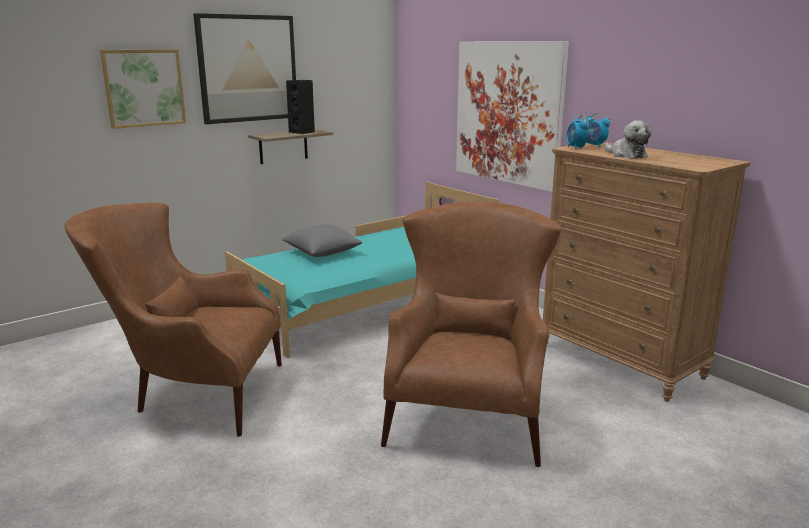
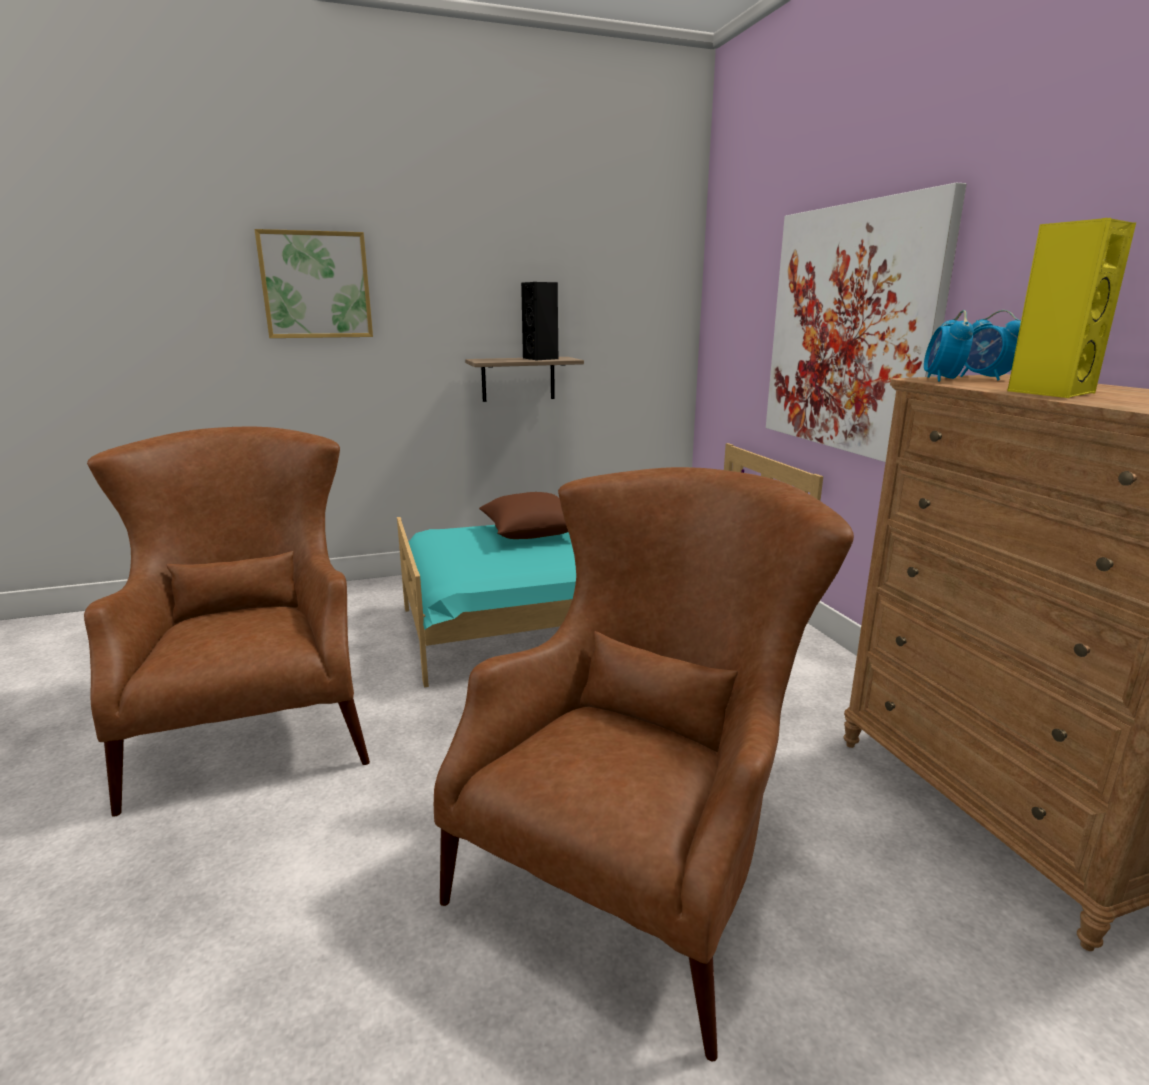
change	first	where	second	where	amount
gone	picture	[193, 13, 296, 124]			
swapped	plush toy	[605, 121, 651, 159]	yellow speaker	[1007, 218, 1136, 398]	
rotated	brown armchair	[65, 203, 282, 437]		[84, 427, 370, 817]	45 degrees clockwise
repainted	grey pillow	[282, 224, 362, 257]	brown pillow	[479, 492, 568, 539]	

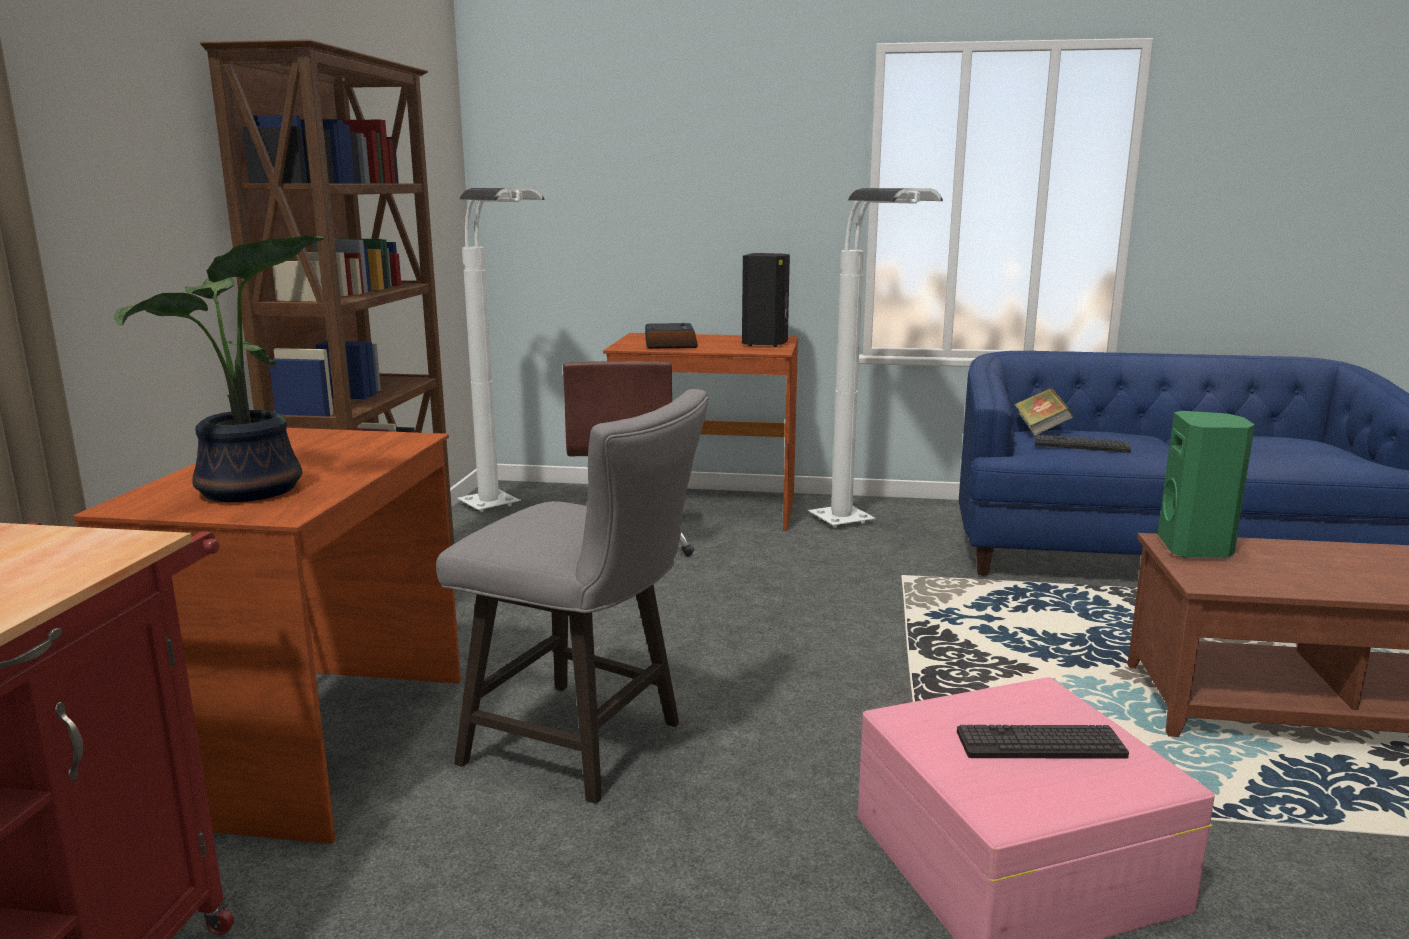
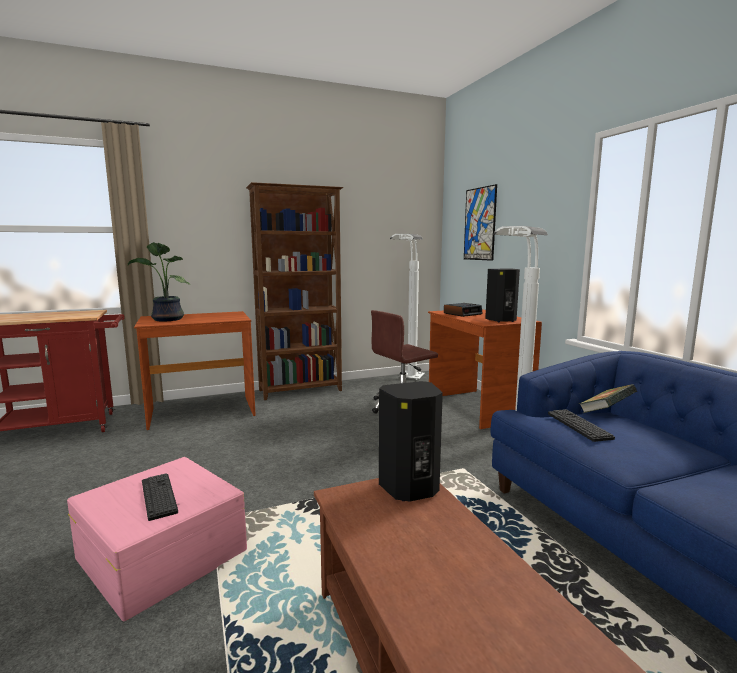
change	first	where	second	where	amount
gone	grey stool	[436, 389, 709, 804]			
repainted	green speaker	[1158, 411, 1255, 558]	black speaker	[379, 381, 443, 502]	
new			picture	[464, 184, 497, 261]	

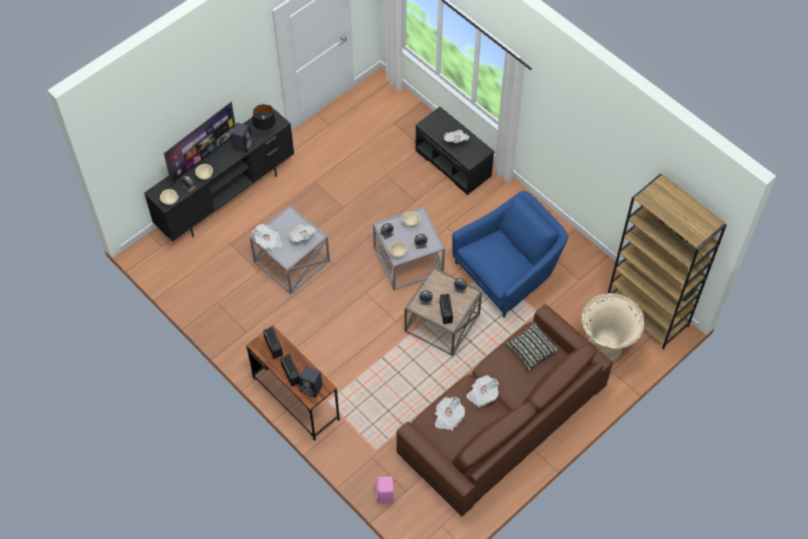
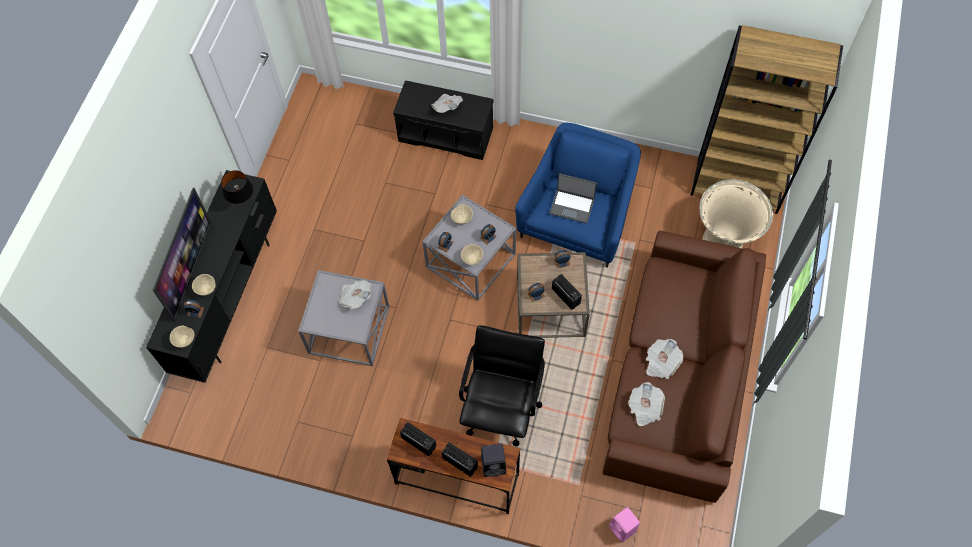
change	first	where	second	where	amount
gone	black speaker	[231, 123, 253, 153]			
gone	newspaper	[252, 224, 283, 249]			
gone	pillow	[505, 321, 560, 371]			
new			laptop	[550, 173, 597, 224]	
new			black office chair	[459, 325, 545, 446]	

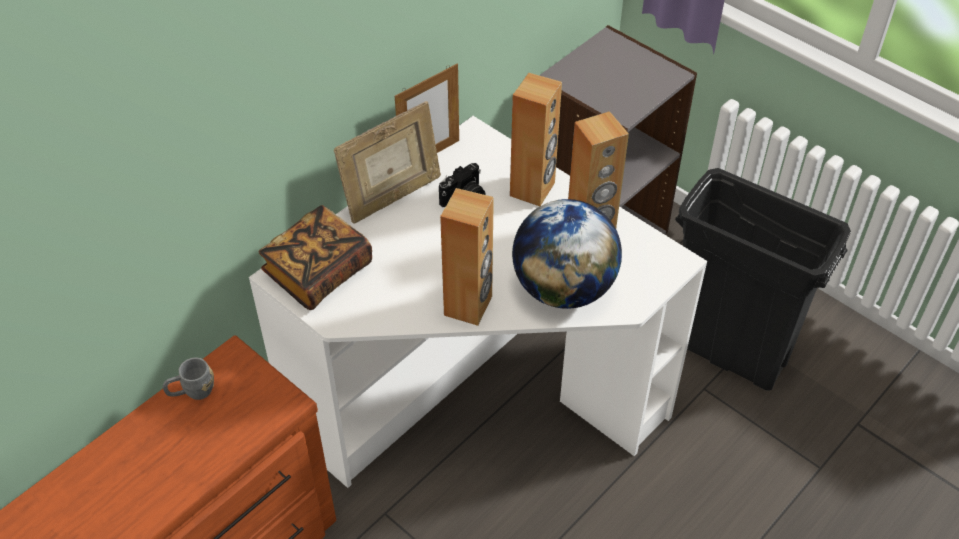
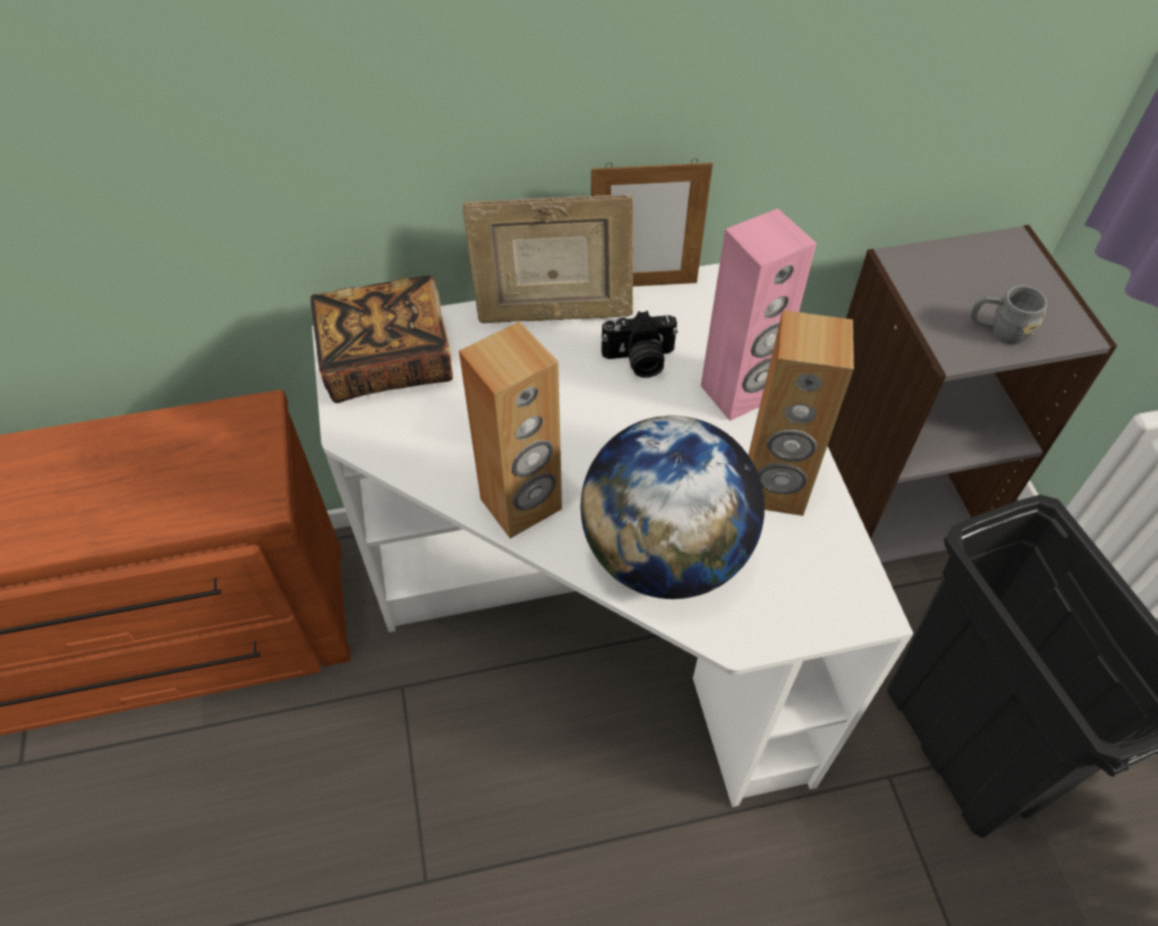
change	first	where	second	where	amount
repainted	brown speaker	[510, 73, 562, 206]	pink speaker	[701, 208, 817, 421]	
shifted	grey mug	[163, 358, 214, 400]		[971, 285, 1047, 345]	

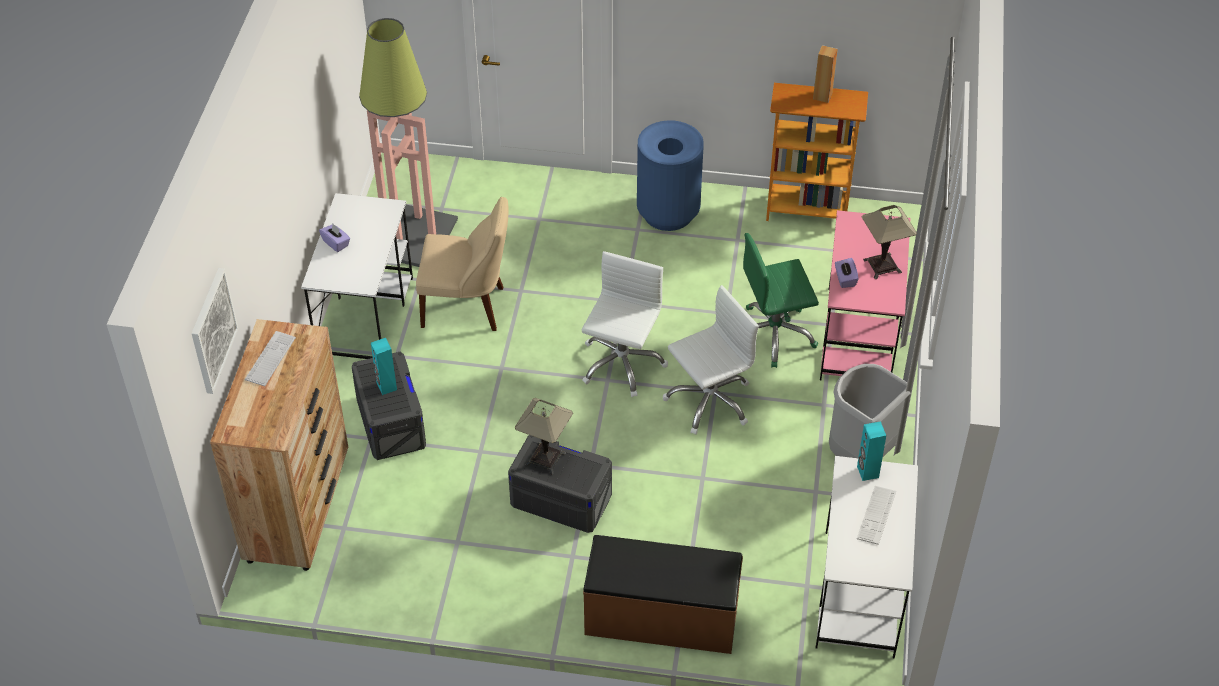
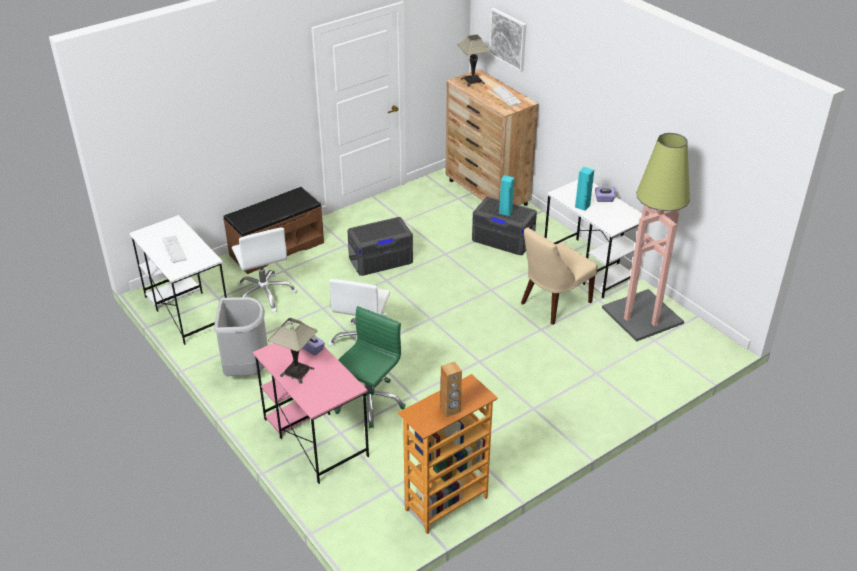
change	first	where	second	where	amount
gone	blue trash can	[637, 120, 704, 231]			
shifted	white office chair	[582, 251, 668, 397]		[232, 227, 297, 313]	
shifted	table lamp	[515, 398, 573, 475]		[457, 34, 491, 87]	
shifted	turquoise speaker	[857, 421, 886, 481]		[575, 167, 594, 211]	

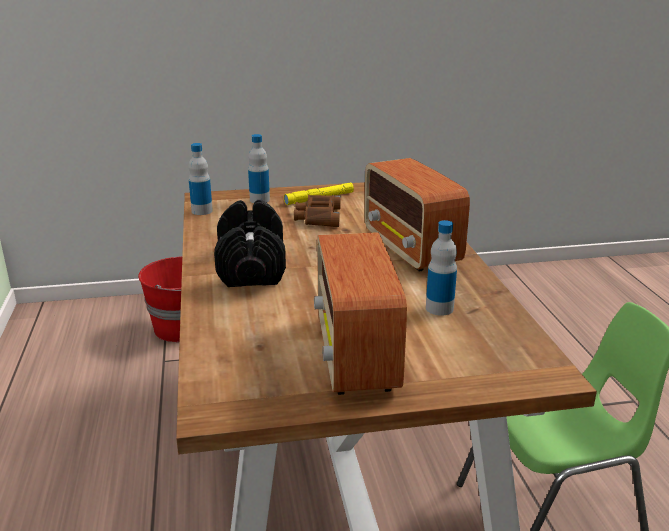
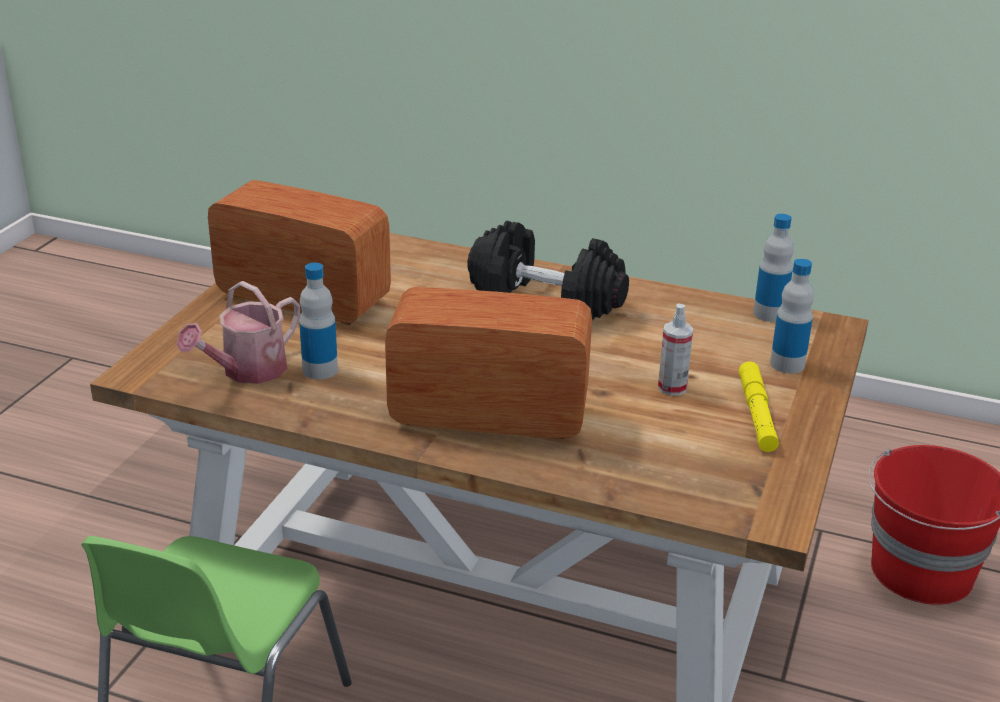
change	first	where	second	where	amount
swapped	brown binoculars	[294, 195, 341, 227]	spray bottle	[658, 303, 693, 396]	
new			watering can	[176, 281, 300, 384]	

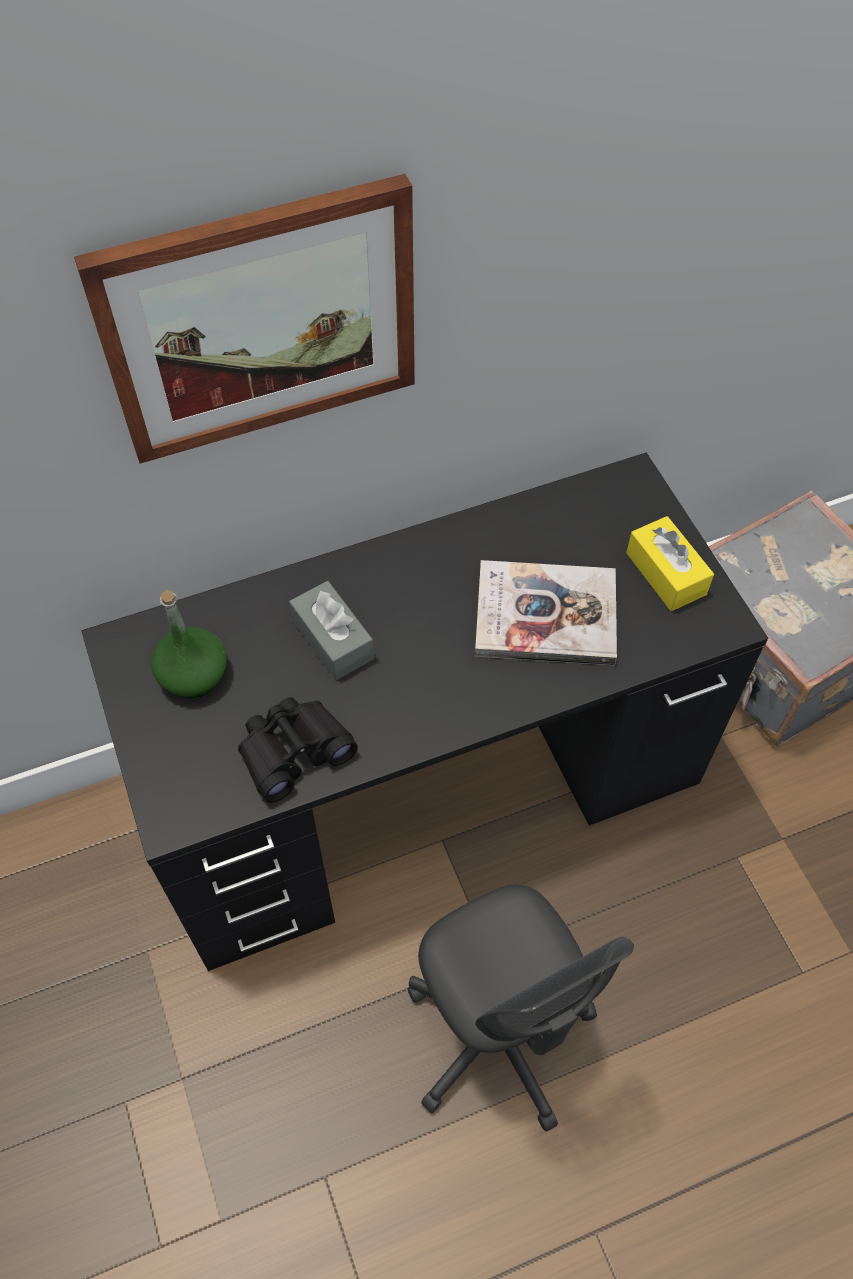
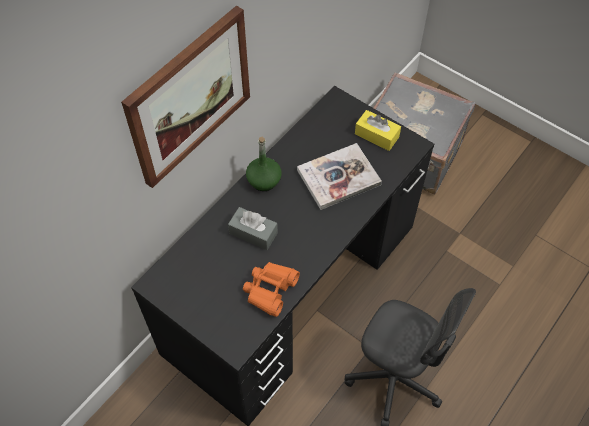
change	first	where	second	where	amount
shifted	green bottle	[151, 590, 227, 698]		[246, 137, 282, 191]	
repainted	black binoculars	[238, 697, 358, 803]	orange binoculars	[243, 262, 300, 317]	

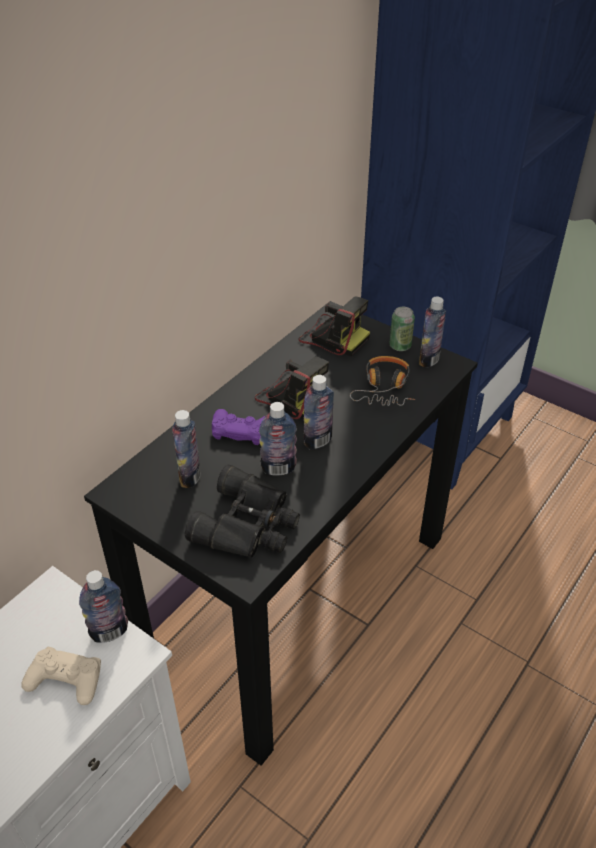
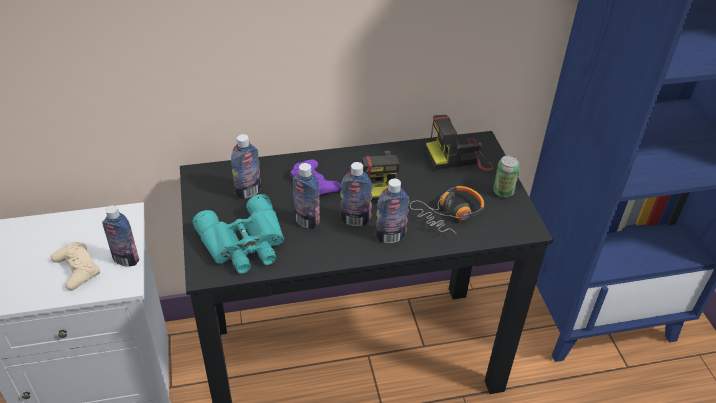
change	first	where	second	where	amount
rotated	photo camera	[298, 296, 370, 357]		[426, 115, 493, 171]	90 degrees clockwise
shifted	bottle	[419, 297, 446, 368]		[375, 179, 409, 243]	
repainted	black binoculars	[185, 465, 300, 558]	turquoise binoculars	[193, 194, 284, 273]	

